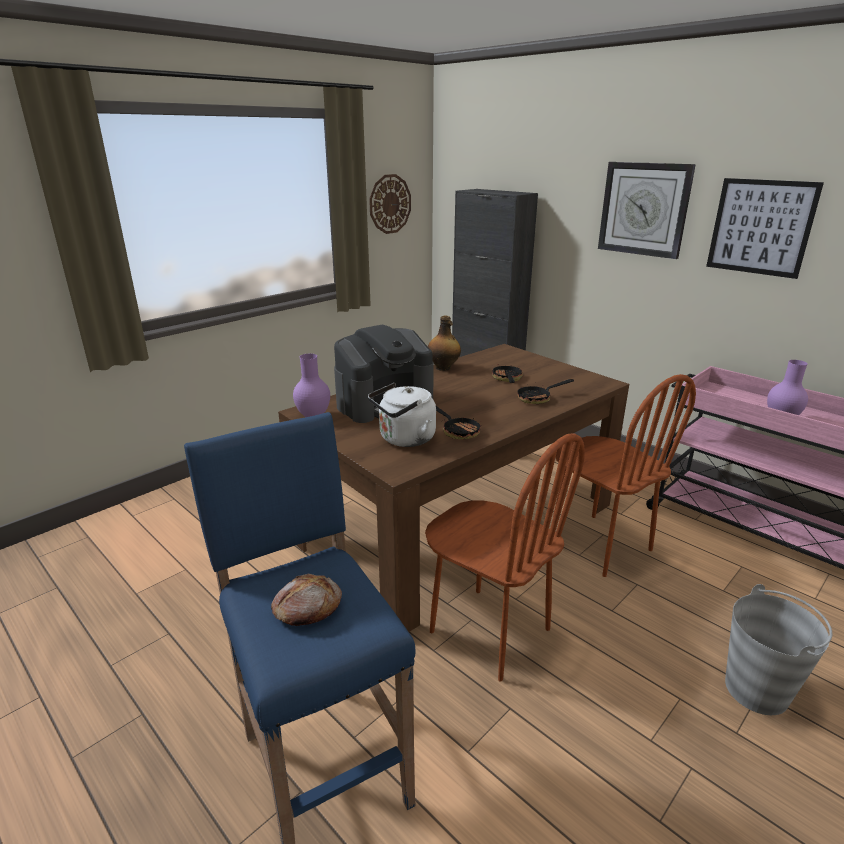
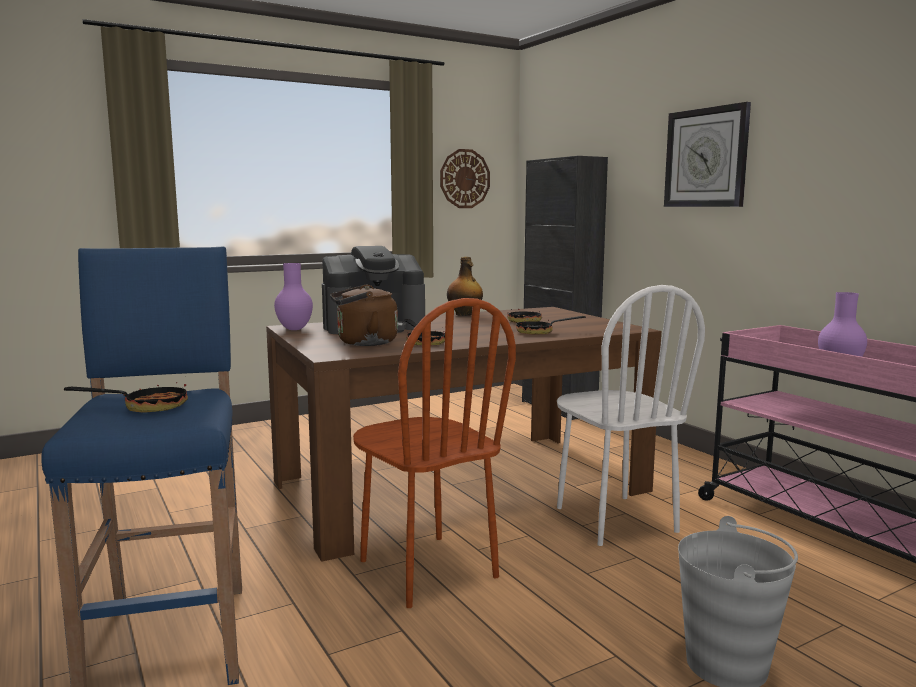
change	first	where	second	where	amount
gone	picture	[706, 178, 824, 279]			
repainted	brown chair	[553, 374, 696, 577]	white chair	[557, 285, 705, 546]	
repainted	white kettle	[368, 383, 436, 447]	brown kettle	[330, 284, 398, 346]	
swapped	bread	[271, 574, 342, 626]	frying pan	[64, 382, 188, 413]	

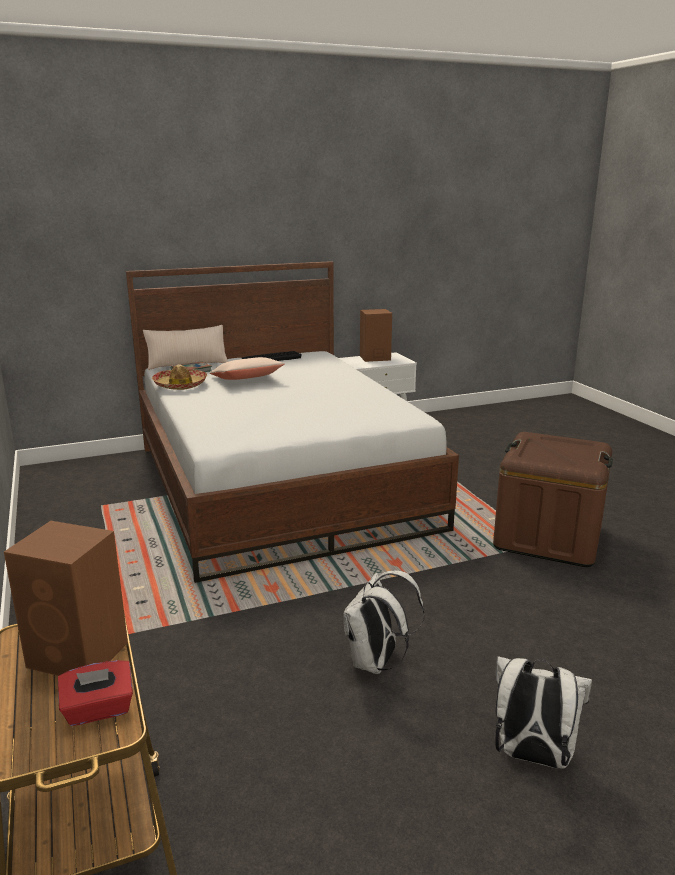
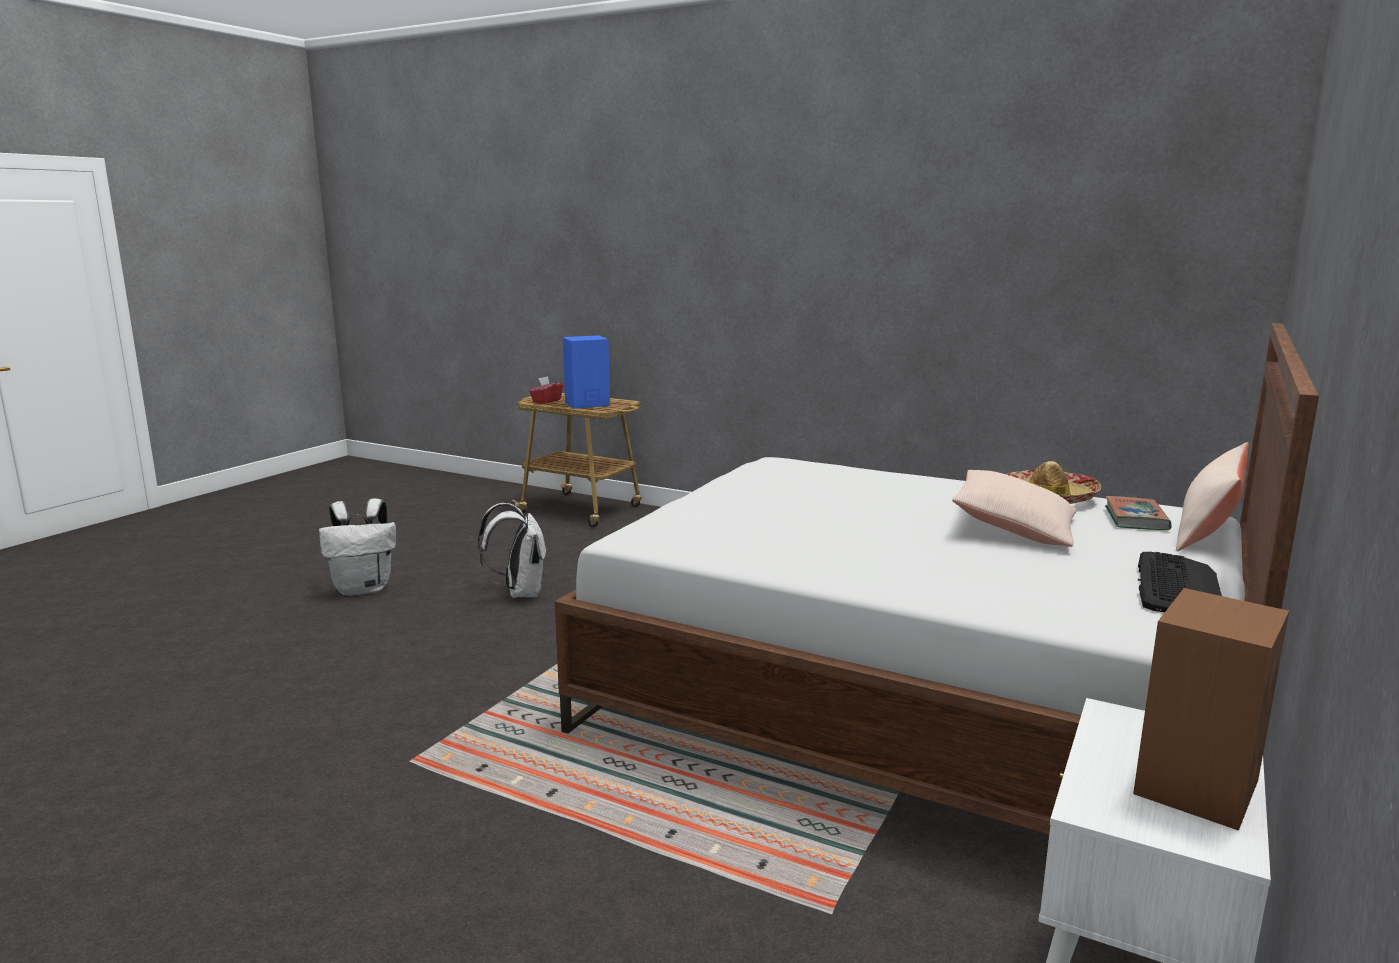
change	first	where	second	where	amount
gone	brown storage box	[493, 432, 613, 567]			
repainted	brown speaker	[4, 521, 128, 676]	blue speaker	[563, 335, 610, 409]	

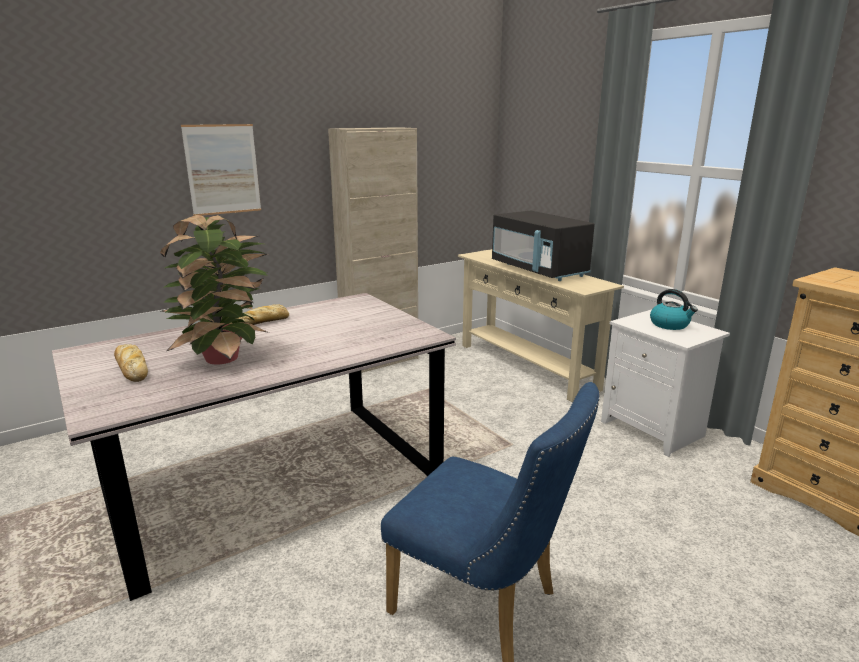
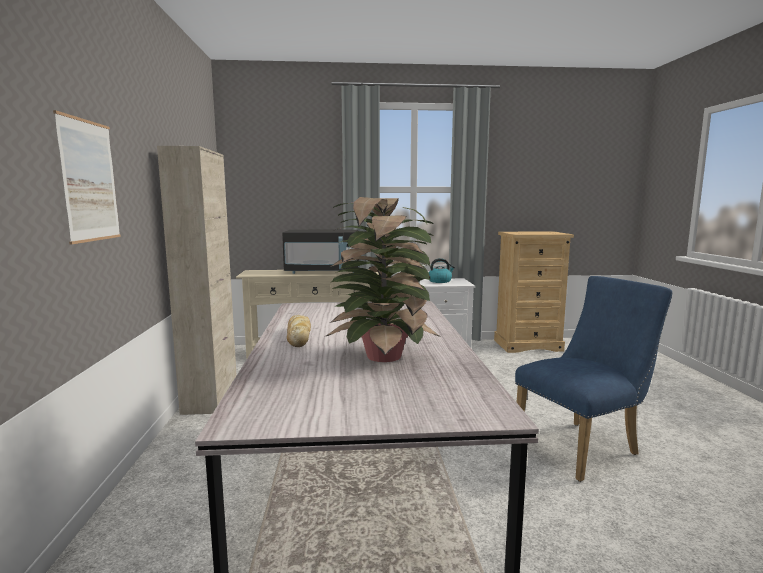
change	first	where	second	where	amount
gone	bread	[114, 344, 148, 382]			

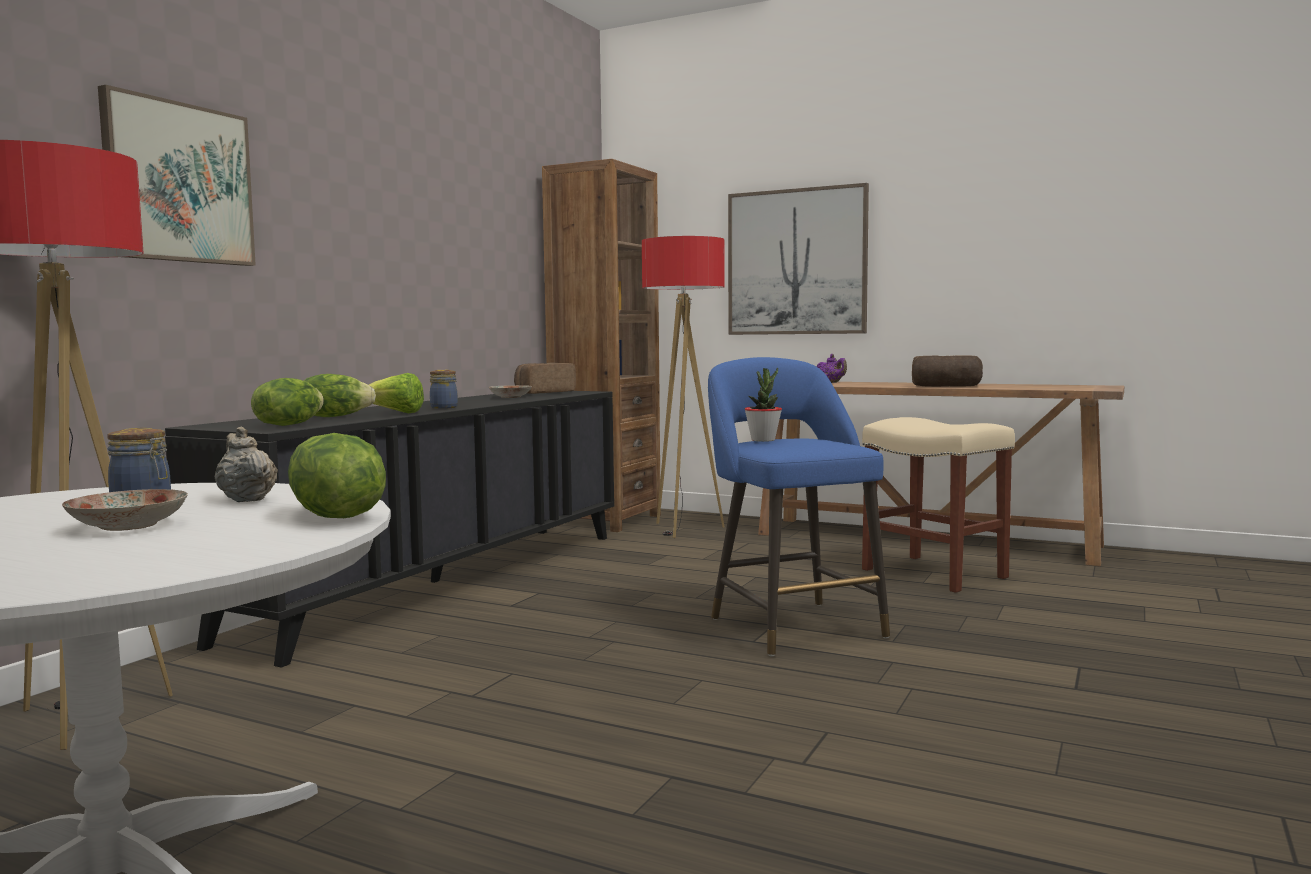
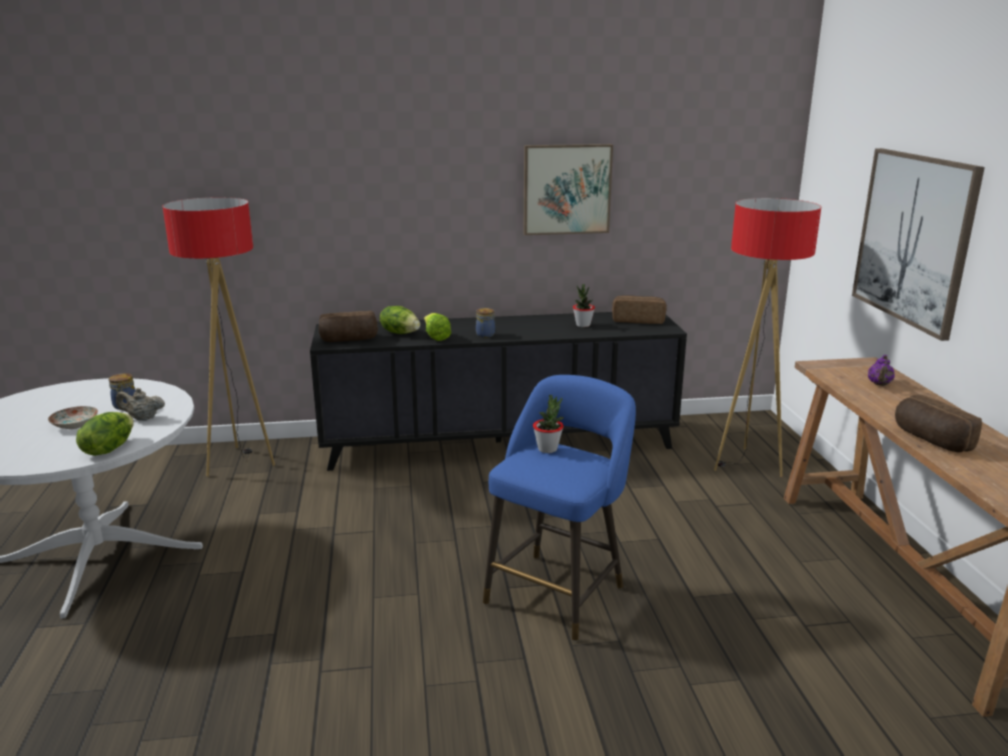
change	first	where	second	where	amount
shifted	picture	[98, 85, 256, 266]		[523, 144, 613, 235]	
gone	brown bookcase	[542, 159, 661, 532]			
swapped	lettuce	[251, 378, 324, 426]	bread	[319, 311, 378, 342]	
swapped	plate	[489, 385, 532, 398]	potted plant	[573, 284, 595, 327]	
gone	beige stool	[862, 417, 1015, 593]			
rotated	beige teapot	[214, 426, 278, 502]		[116, 388, 165, 421]	105 degrees counterclockwise

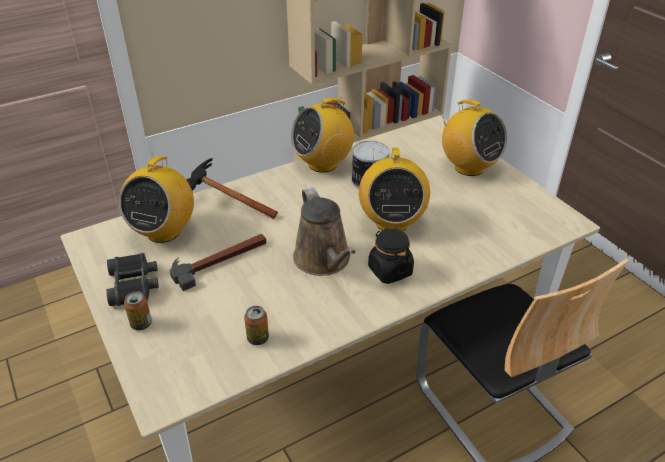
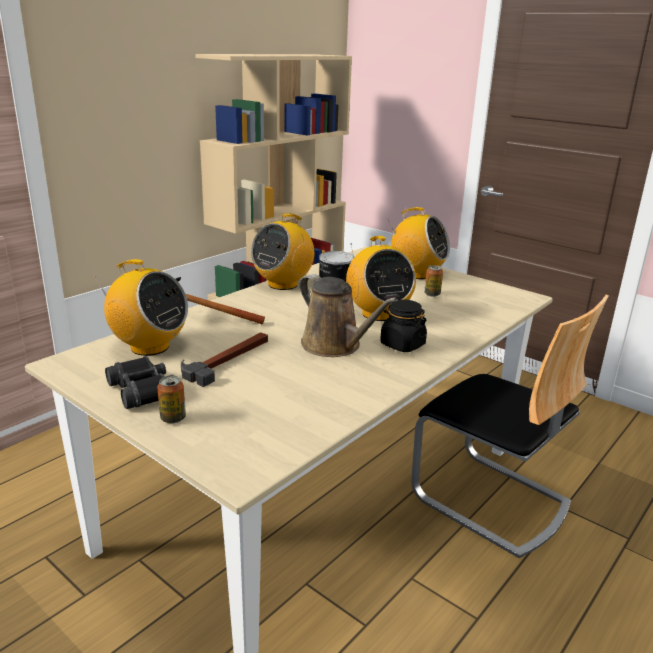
change	first	where	second	where	amount
rotated	radio	[119, 154, 194, 243]		[95, 259, 188, 356]	60 degrees counterclockwise
shifted	can	[244, 306, 269, 345]		[424, 265, 443, 297]	

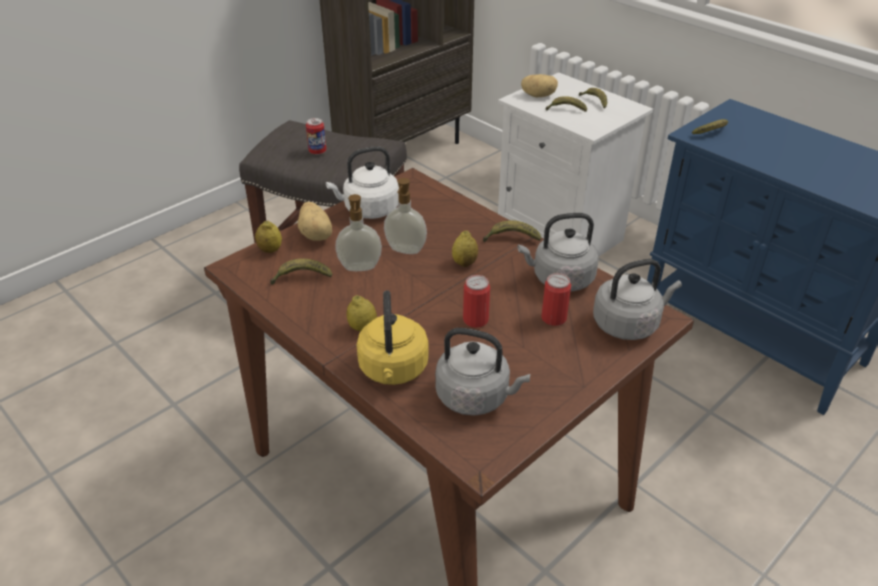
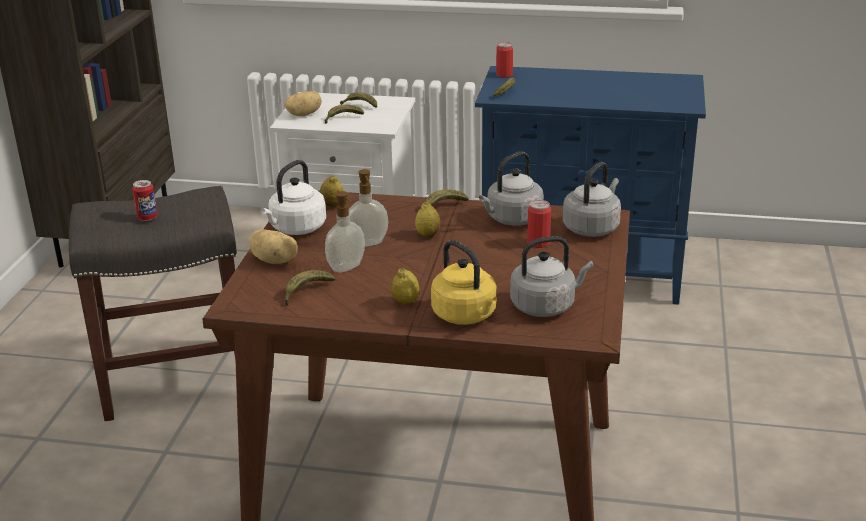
change	first	where	second	where	amount
shifted	lemon	[255, 221, 282, 253]		[320, 175, 343, 207]	
shifted	can	[463, 275, 490, 328]		[496, 42, 513, 78]	

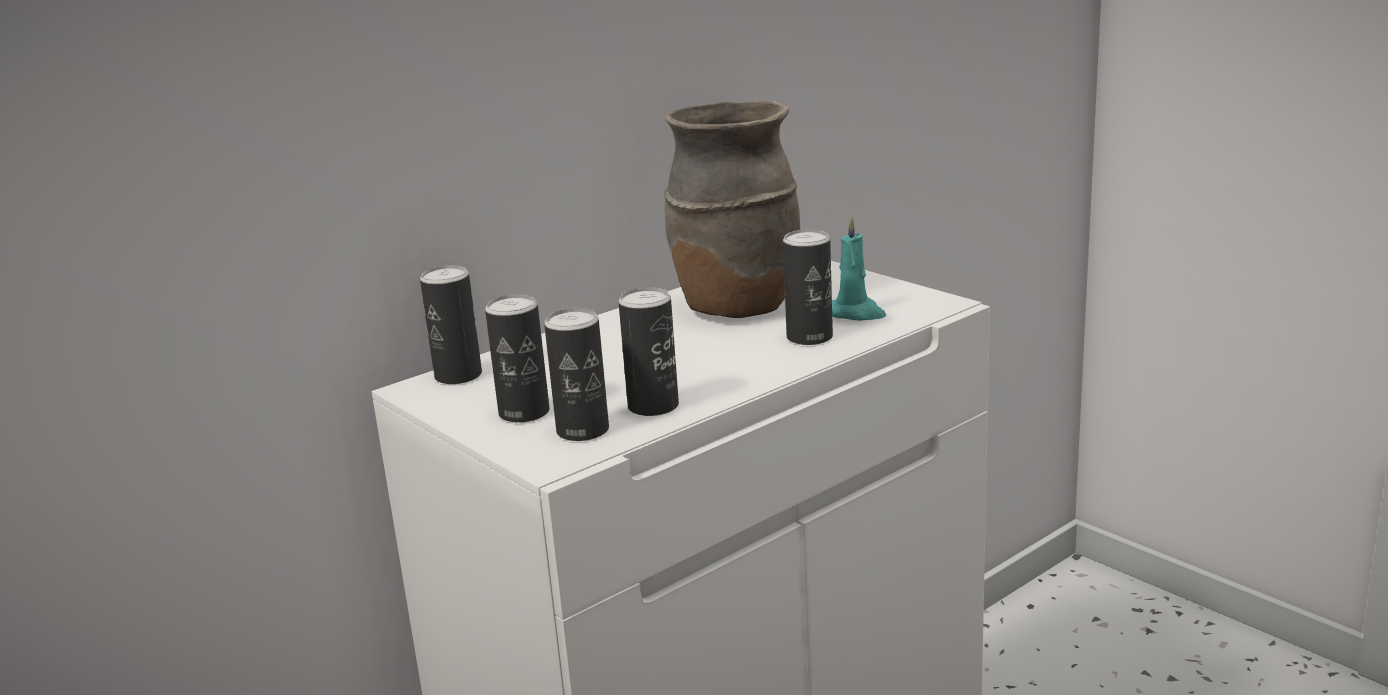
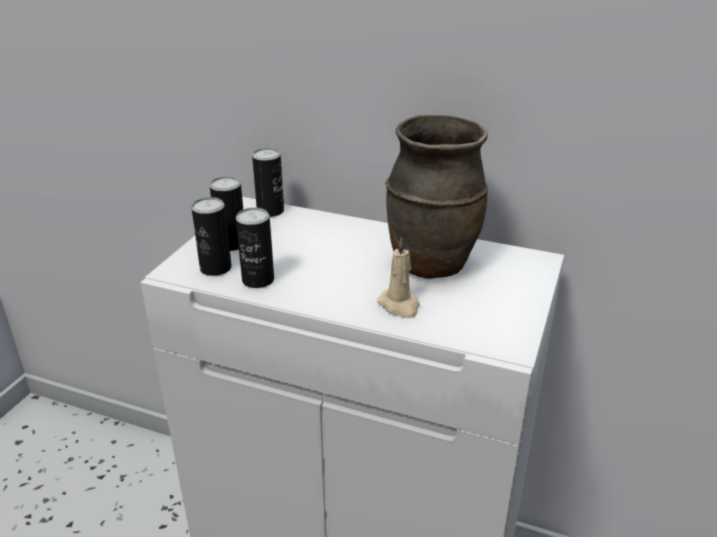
change	first	where	second	where	amount
gone	turquoise candle	[832, 215, 886, 320]			
swapped	can	[783, 229, 833, 345]	beige candle	[377, 237, 420, 318]	

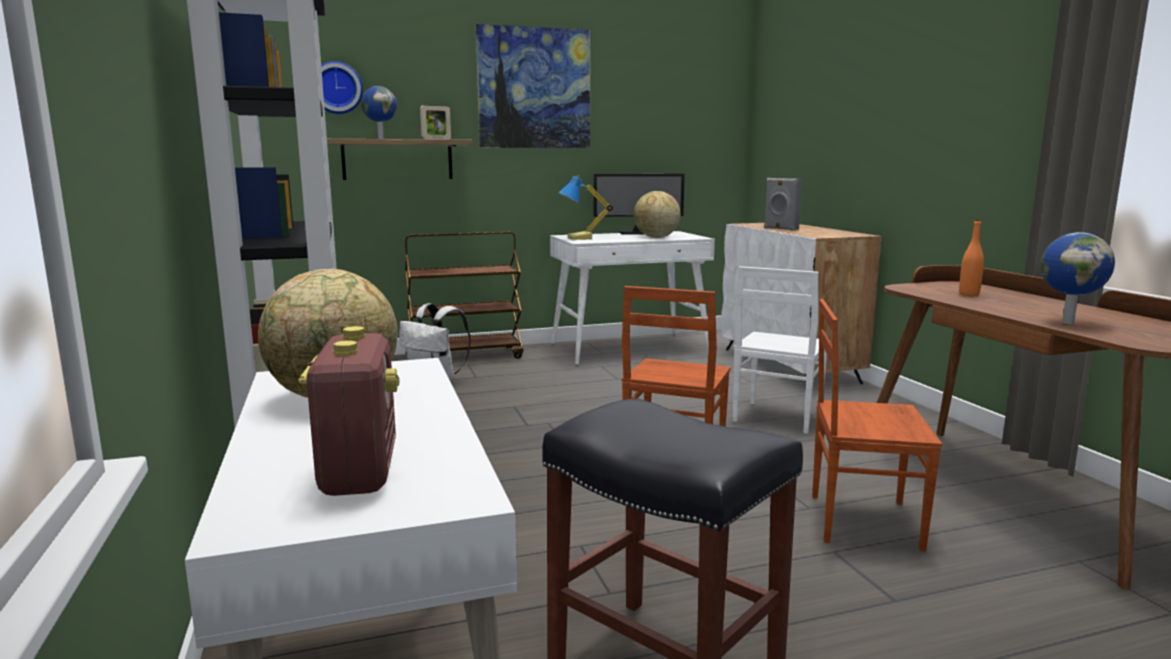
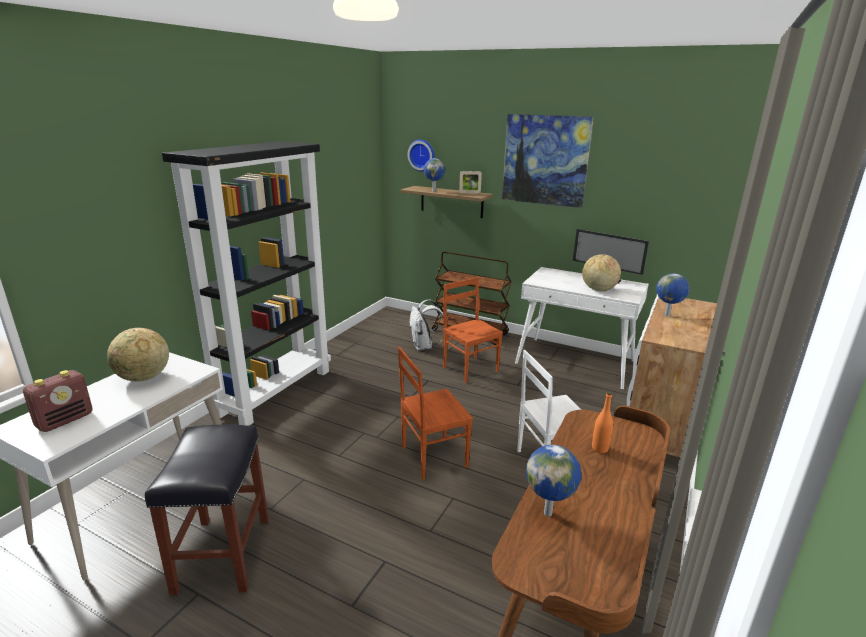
change	first	where	second	where	amount
gone	table lamp	[558, 175, 613, 240]			
swapped	grey speaker	[764, 178, 802, 231]	globe	[656, 273, 689, 317]	
shifted	brown chair	[812, 299, 942, 551]		[443, 277, 503, 383]	

